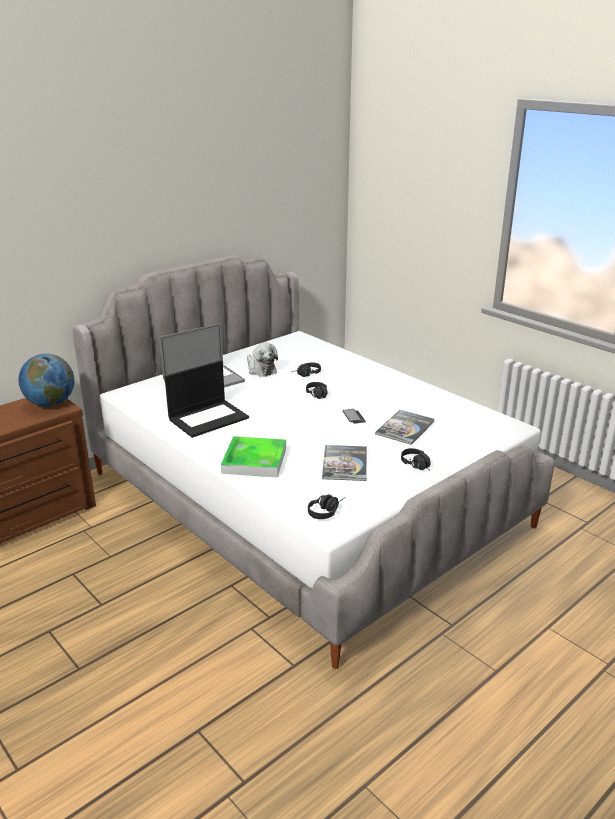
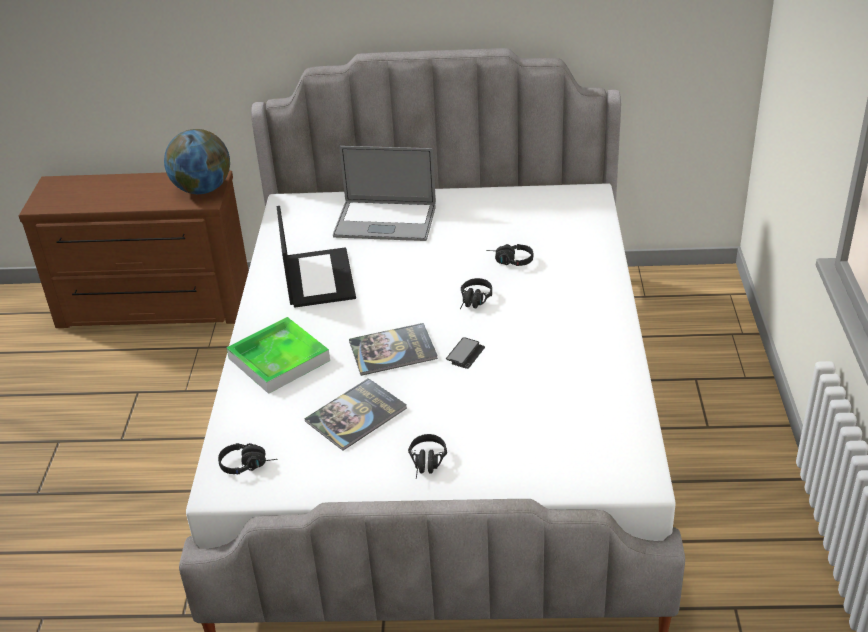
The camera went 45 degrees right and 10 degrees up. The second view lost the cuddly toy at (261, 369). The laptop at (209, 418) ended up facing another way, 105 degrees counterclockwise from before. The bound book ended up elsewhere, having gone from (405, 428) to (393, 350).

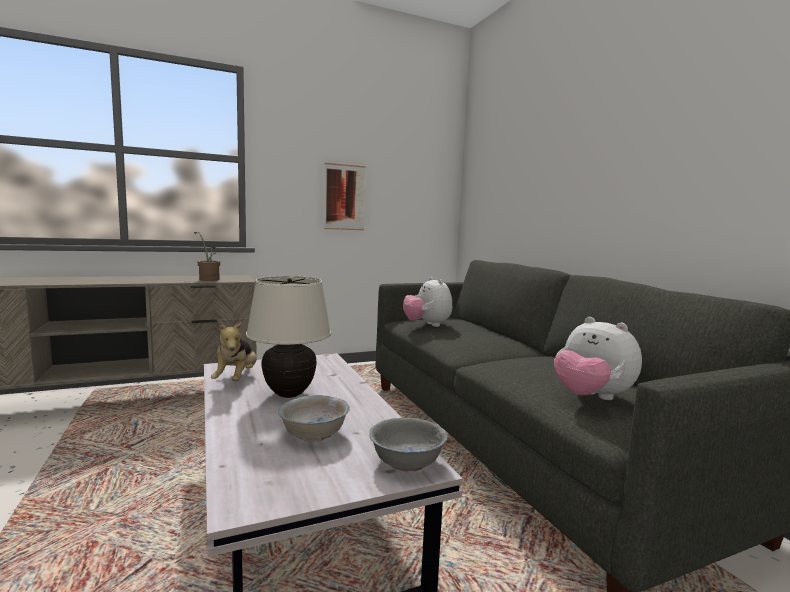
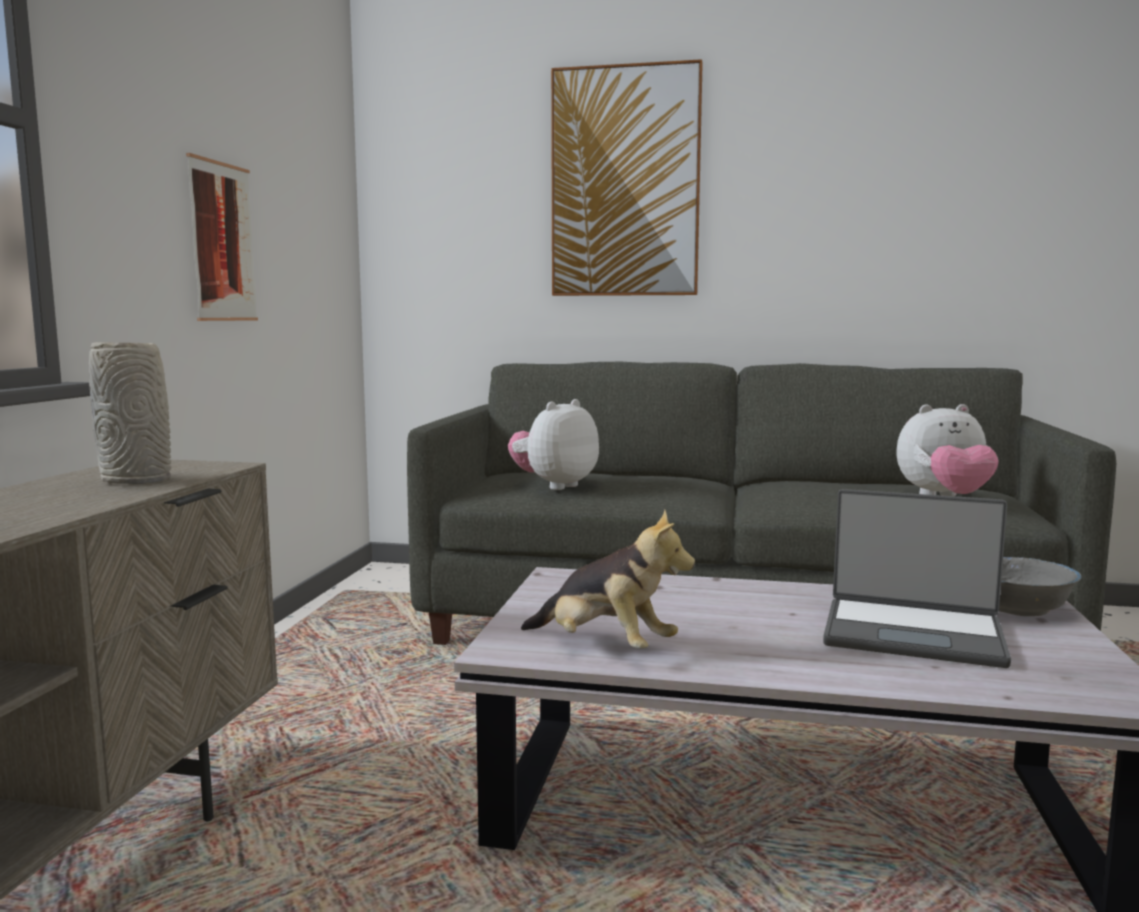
The camera went 55 degrees left and 0 degrees up. Where the potted plant stood at (208, 279), the flower vase (grey) came to stand at (138, 480). The second view lost the tabletop lamp (beige) at (289, 394). The cuddly toy at (427, 325) ended up facing another way, 120 degrees clockwise from before. Where the serving bowl (whitish) stood at (314, 434), the laptop came to stand at (913, 634). The second view gained the wall art at (625, 183).

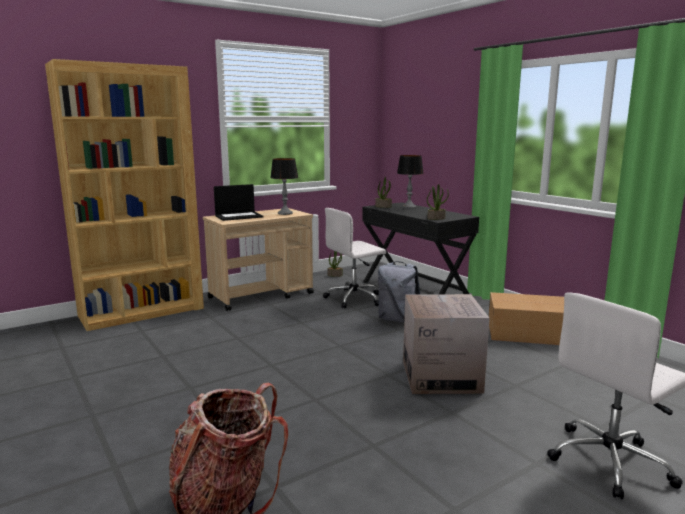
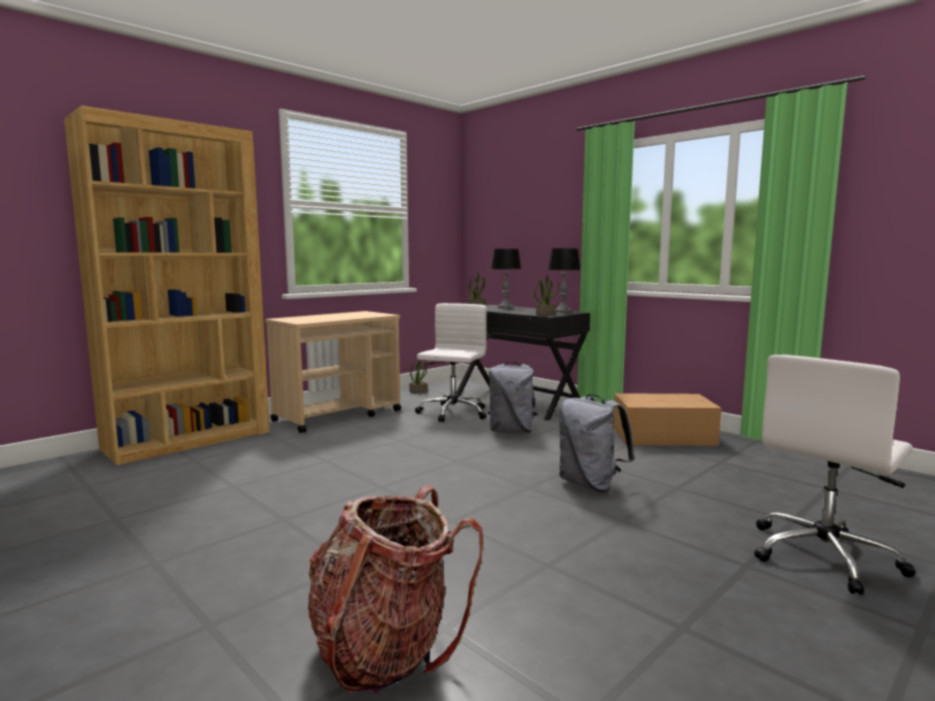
The camera went 10 degrees left and 5 degrees down. The tabletop lamp ended up elsewhere, having gone from (285, 213) to (563, 311). The second view lost the laptop at (239, 216). The office chair (whitish) at (355, 299) ended up facing another way, 150 degrees clockwise from before. Where the cardboard box stood at (441, 376), the backpack (grey) came to stand at (590, 485).

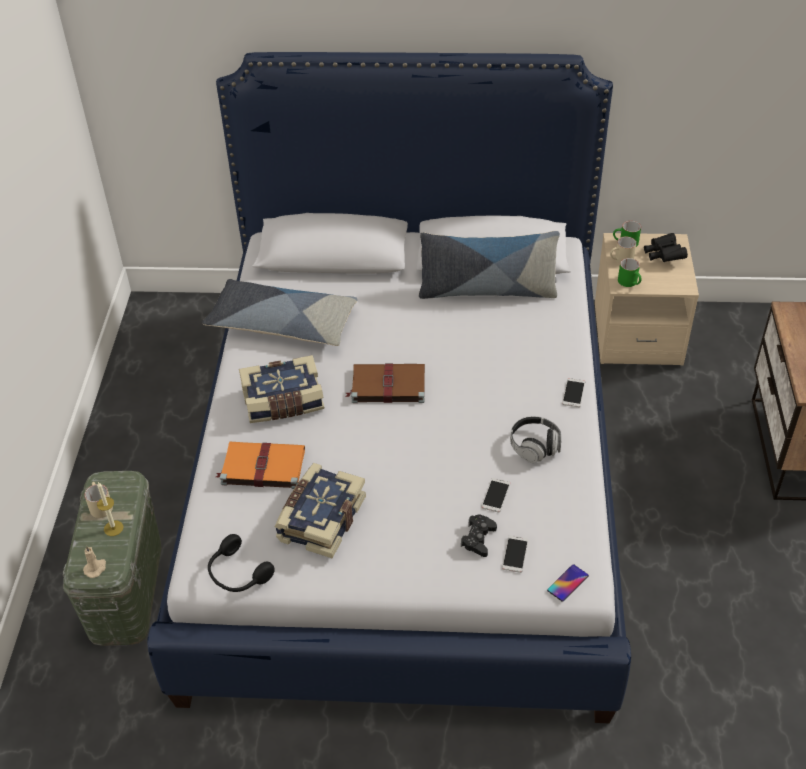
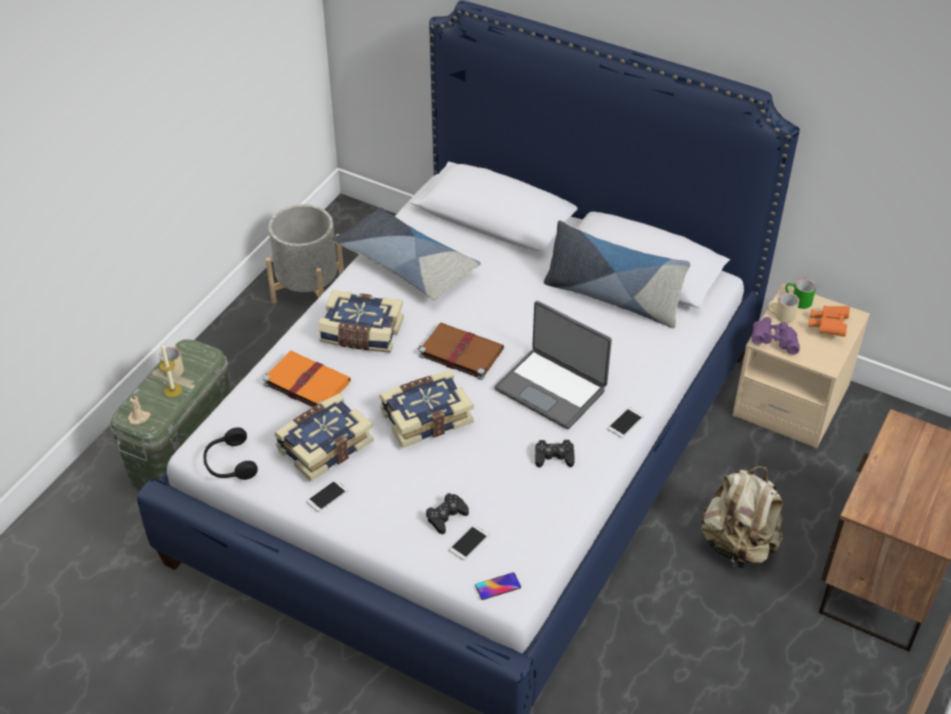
The camera went 25 degrees right and 0 degrees up. What was the binoculars (black) at (663, 255) turned into the binoculars (orange) at (828, 326). Where the mug (green-coloured) stood at (630, 283), the binoculars (purple) came to stand at (774, 341). Where the headphones stood at (534, 446), the gamepad (black) came to stand at (554, 457). The handset ended up elsewhere, having gone from (495, 495) to (327, 496). The second view gained the planter (grey) at (308, 290). The second view gained the laptop at (551, 388). The second view gained the bound book at (425, 416). The second view gained the backpack (beige) at (738, 544).

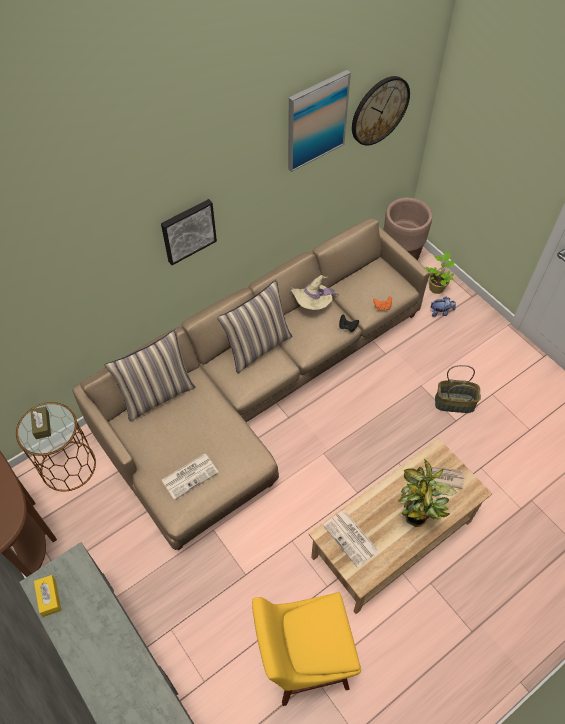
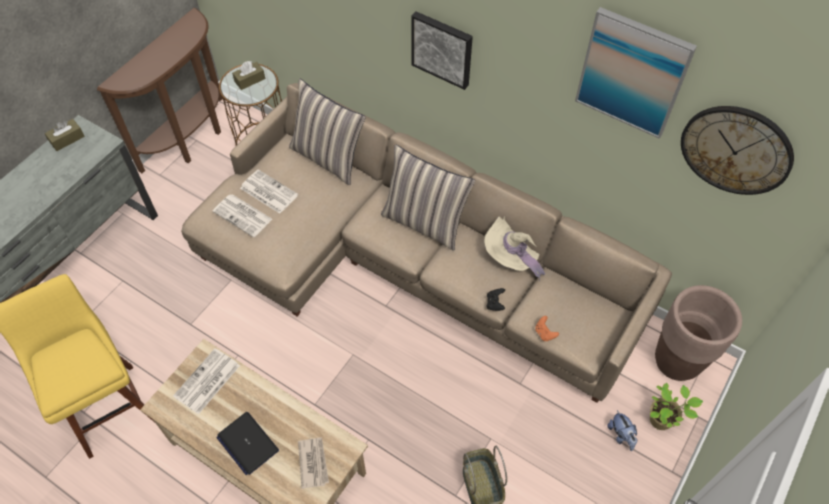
The camera went 70 degrees right and 0 degrees up. Where the potted plant stood at (415, 519), the laptop came to stand at (247, 443). What was the tissue box (yellow-coloured) at (49, 597) turned into the tissue box (brown-coloured) at (67, 139). The second view gained the daily paper at (268, 192).

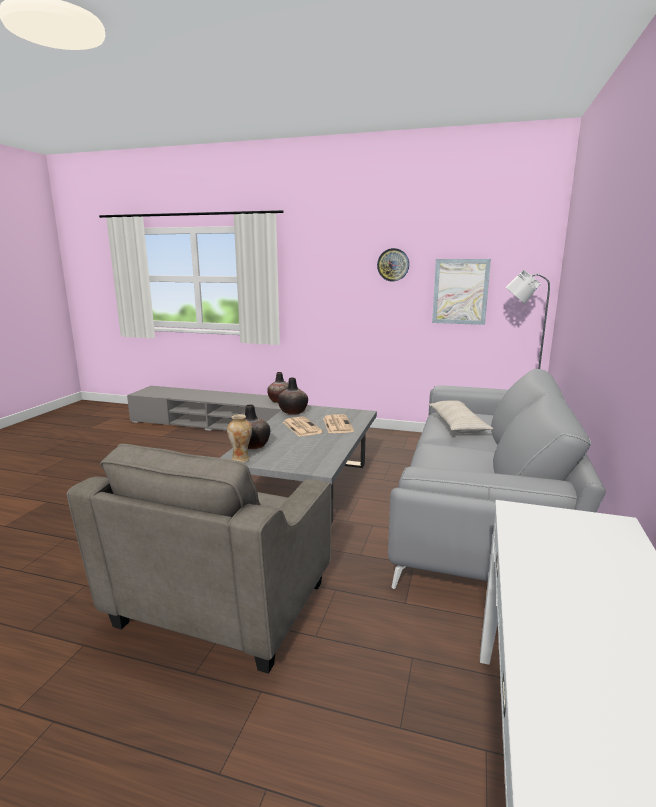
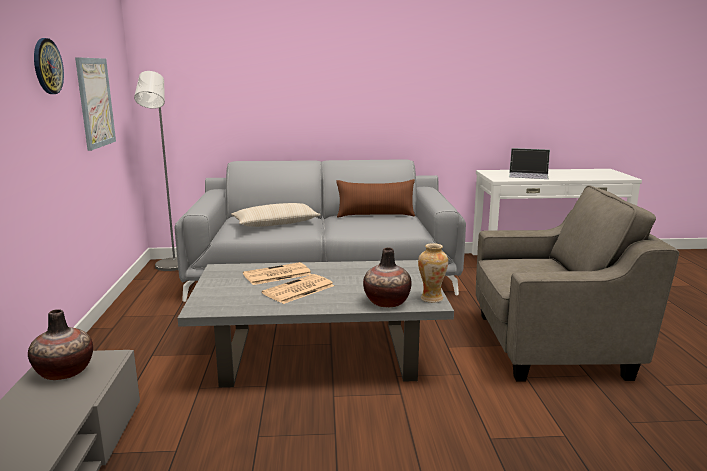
The camera went 110 degrees left and 0 degrees up. The second view lost the flower vase at (293, 412). The second view gained the laptop at (528, 175). The second view gained the throw pillow (brown-coloured) at (375, 215).

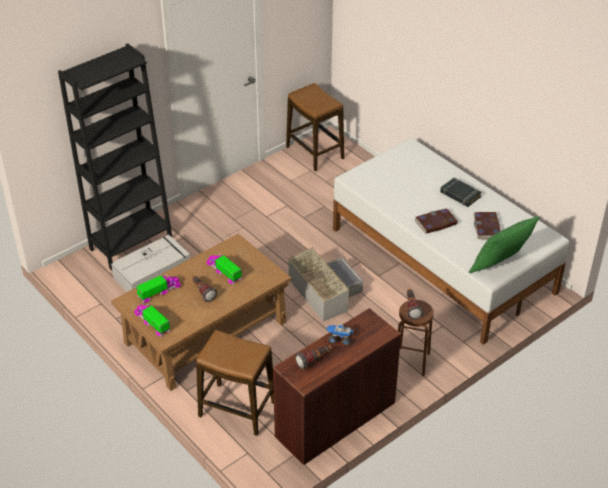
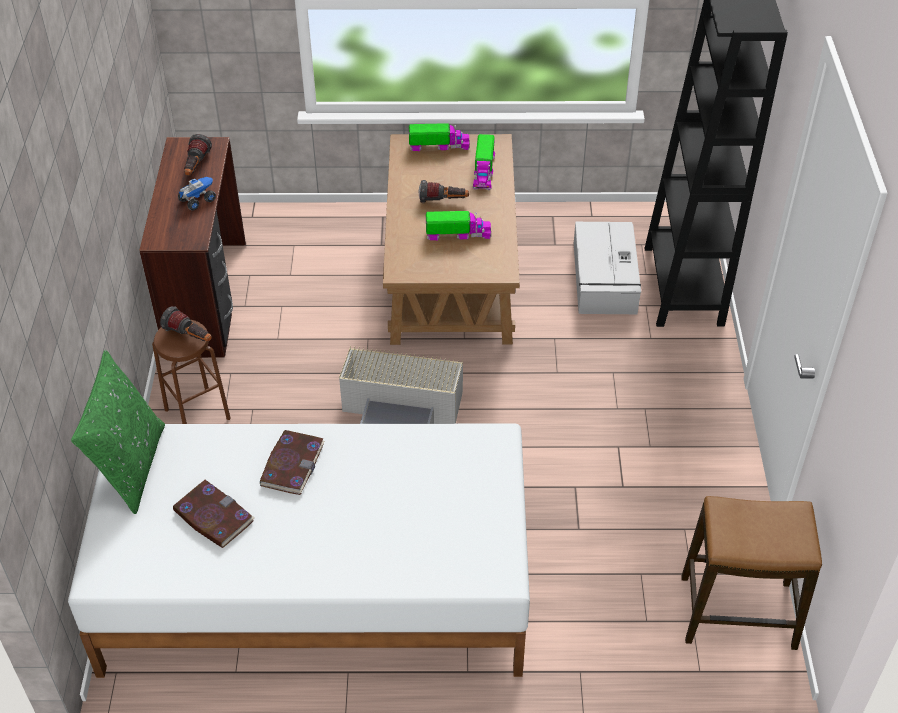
The camera went 130 degrees right and 5 degrees up. The second view lost the bound book (black) at (460, 195). The second view lost the stool seat at (237, 409).

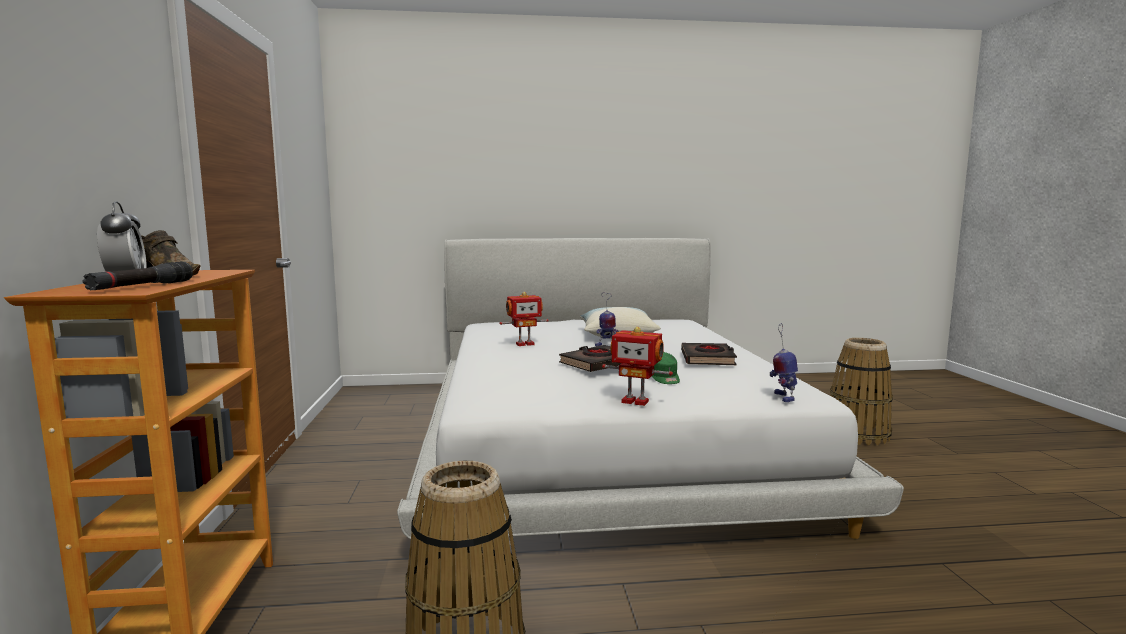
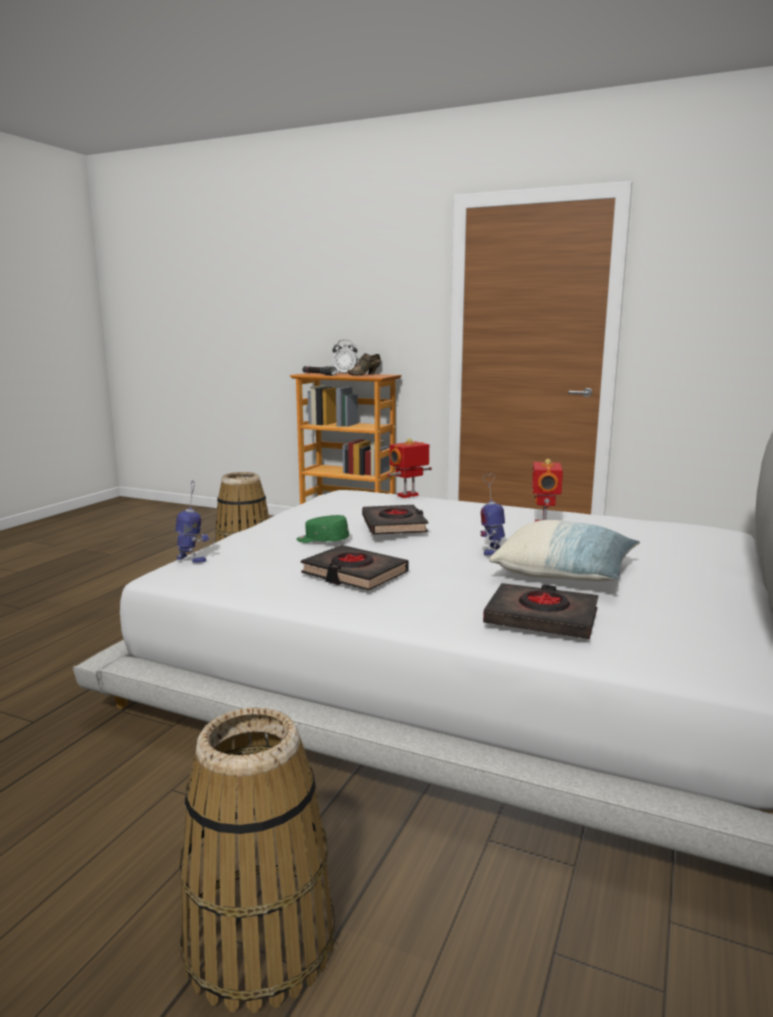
The camera went 120 degrees right and 5 degrees up. The model robot ended up elsewhere, having gone from (635, 401) to (408, 496). The second view gained the bound book (black) at (541, 618).

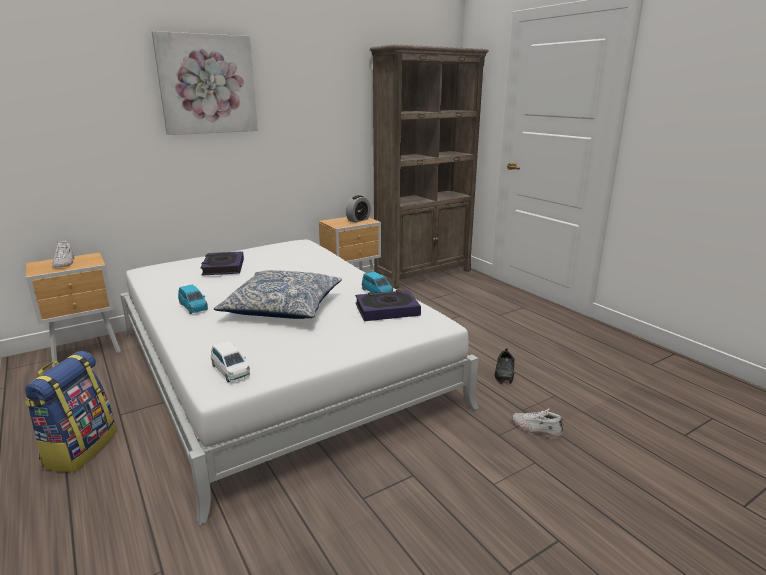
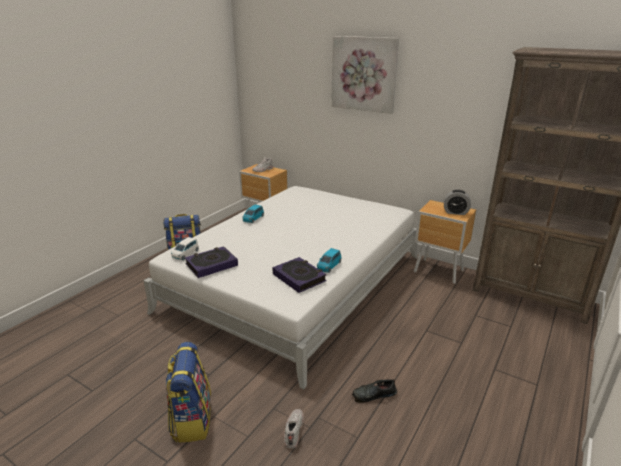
The camera went 65 degrees right and 5 degrees up. The bound book ended up elsewhere, having gone from (223, 267) to (211, 265). The second view lost the throw pillow at (283, 307). The second view gained the backpack at (191, 419).

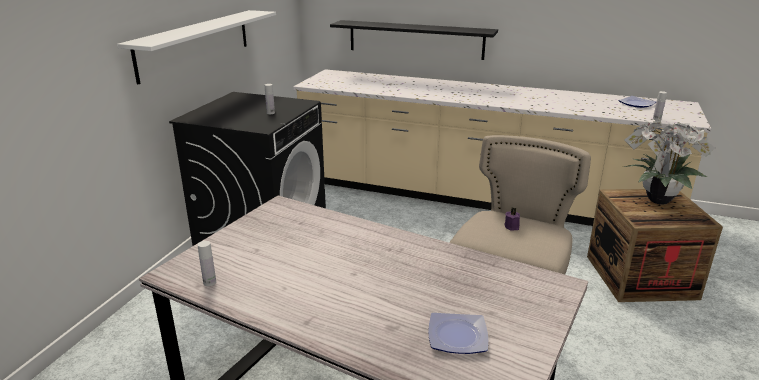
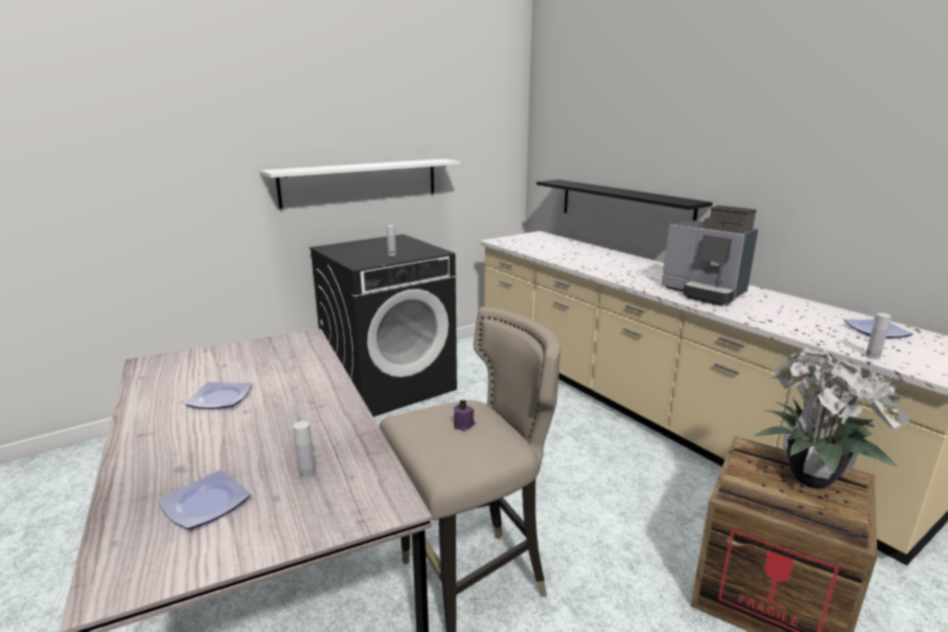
The camera went 35 degrees right and 5 degrees down. The drink bottle (whitish) ended up elsewhere, having gone from (209, 282) to (307, 474). The second view gained the coffee machine at (704, 293). The second view gained the flat dish at (220, 398).

